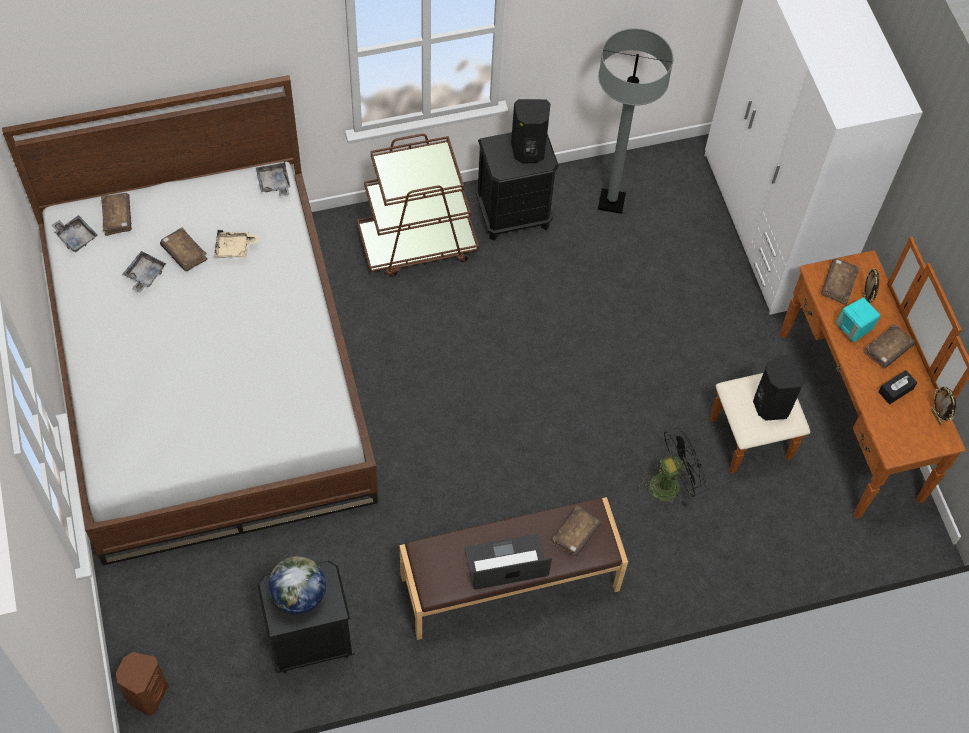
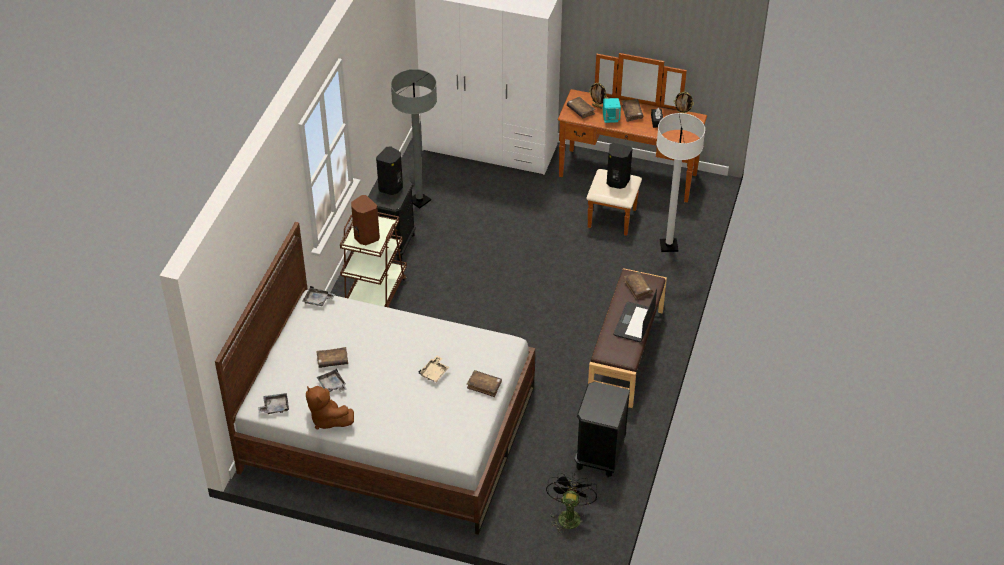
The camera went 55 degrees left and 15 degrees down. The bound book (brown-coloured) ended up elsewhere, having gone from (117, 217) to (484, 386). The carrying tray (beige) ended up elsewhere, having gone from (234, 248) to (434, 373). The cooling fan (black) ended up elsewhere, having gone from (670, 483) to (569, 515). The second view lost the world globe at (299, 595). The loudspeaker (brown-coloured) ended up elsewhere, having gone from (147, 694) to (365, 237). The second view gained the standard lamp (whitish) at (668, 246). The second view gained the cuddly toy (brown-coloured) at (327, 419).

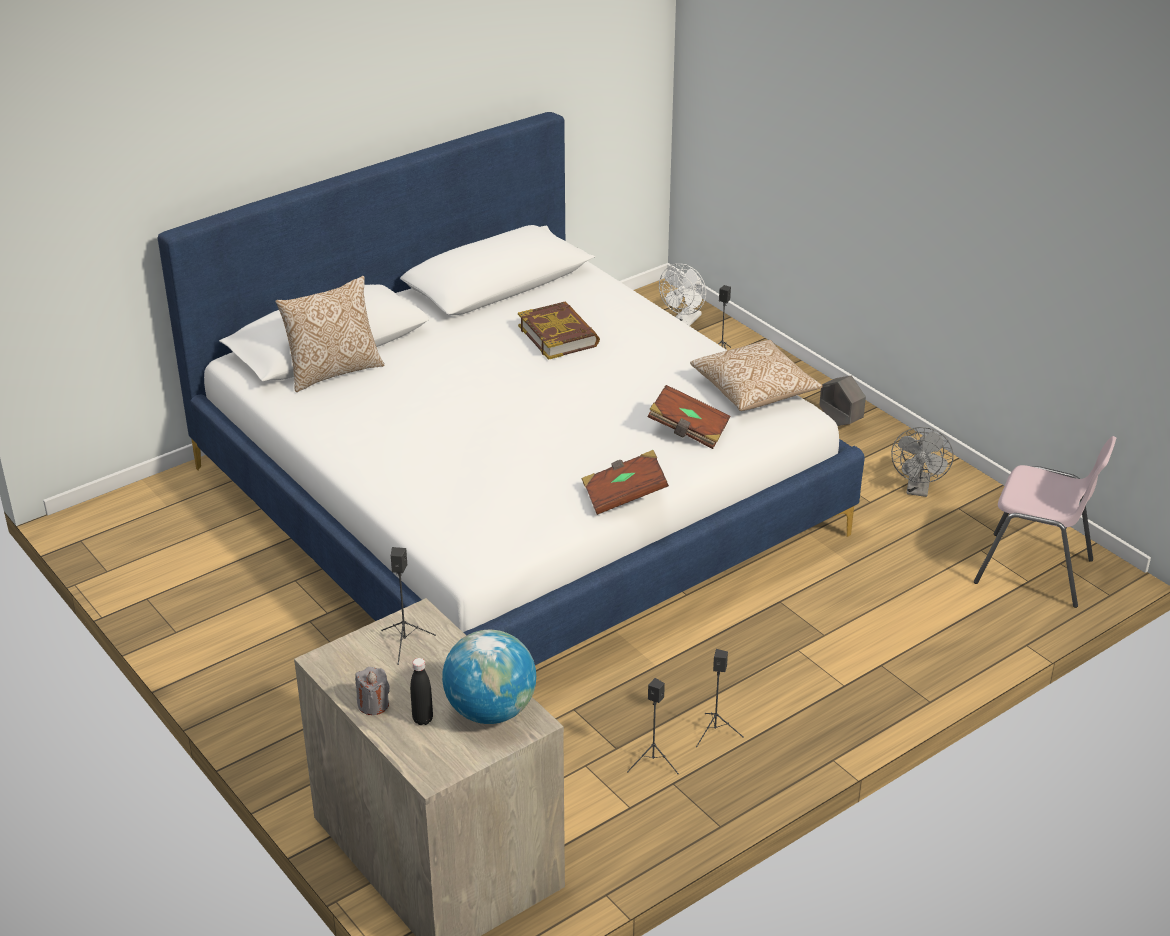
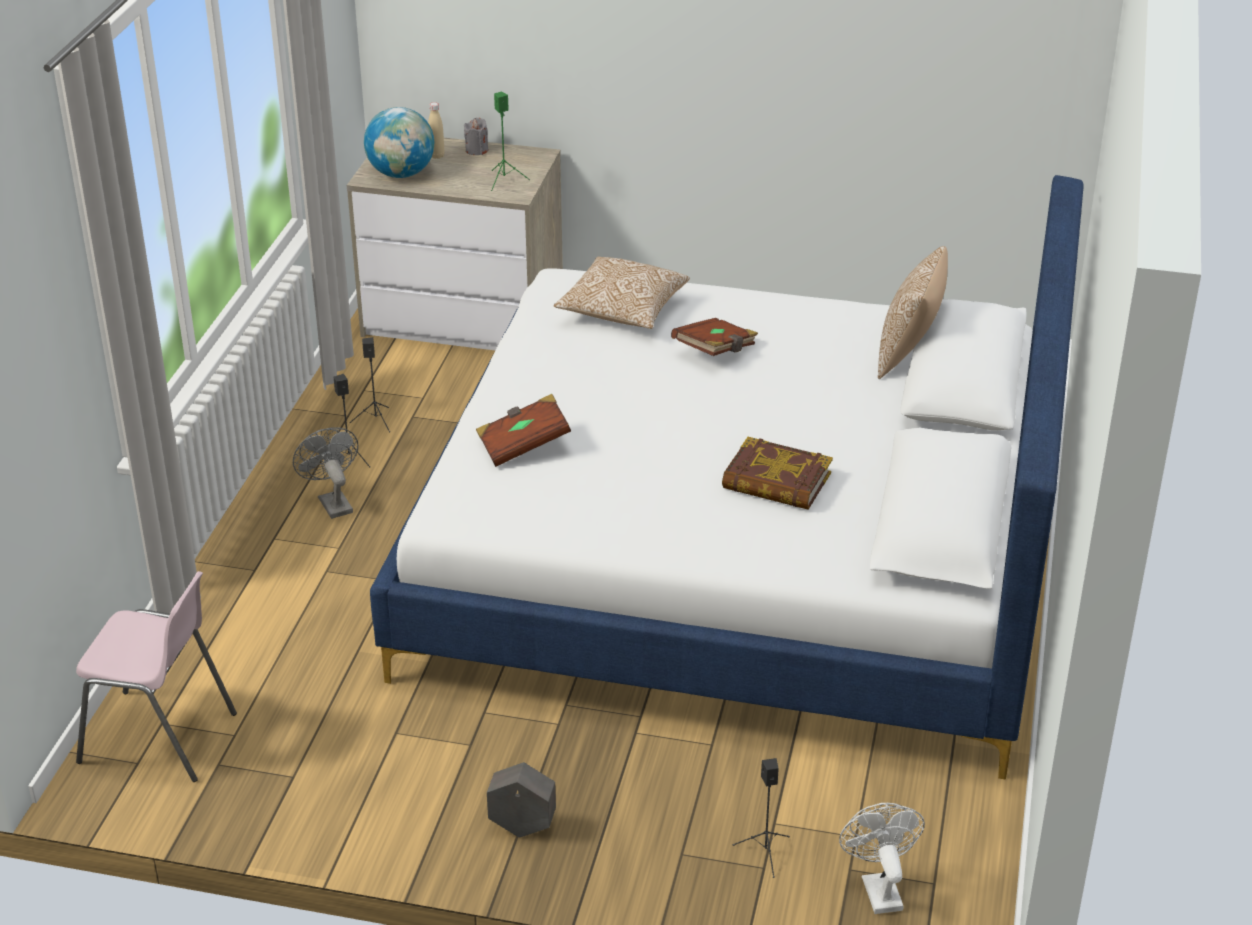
The camera went 140 degrees right and 0 degrees up. The throw pillow ended up elsewhere, having gone from (754, 391) to (622, 311). The cooling fan (grey) ended up elsewhere, having gone from (918, 489) to (332, 502). The chair (pink-coloured) at (1035, 572) ended up facing another way, 150 degrees counterclockwise from before. The bound book (brown-coloured) ended up elsewhere, having gone from (624, 496) to (715, 351). What was the loudspeaker (black) at (404, 643) turned into the loudspeaker (green-coloured) at (505, 180). What was the drink bottle (black) at (422, 719) turned into the drink bottle (beige) at (437, 156).

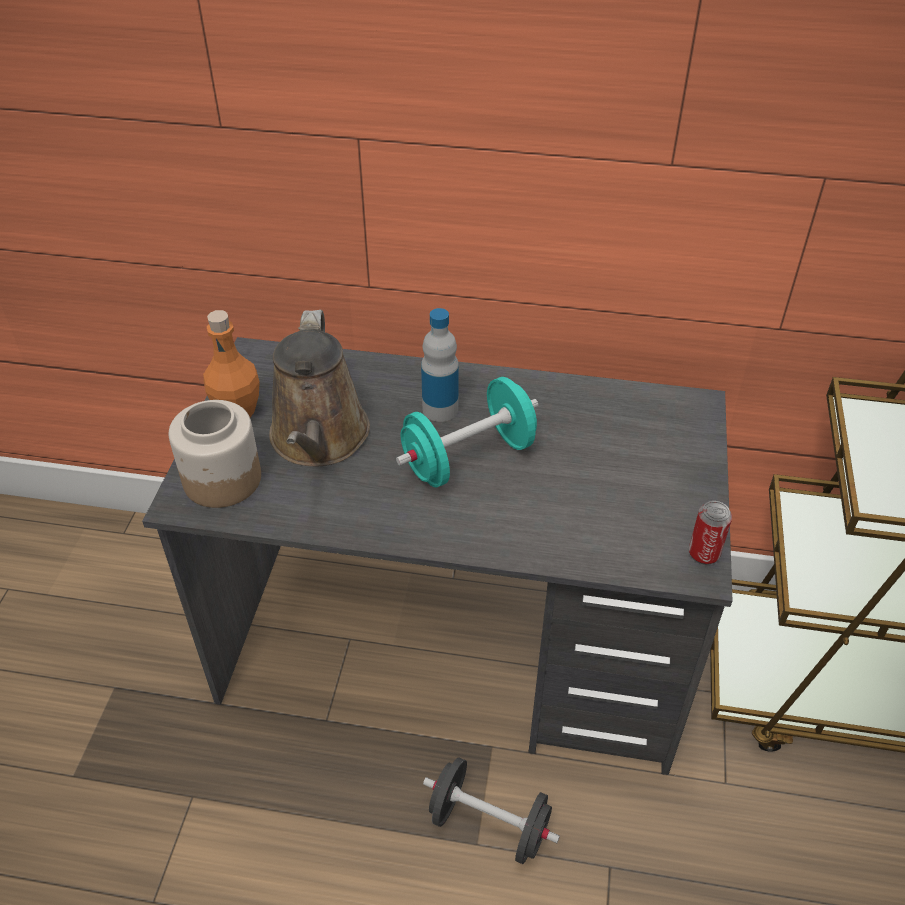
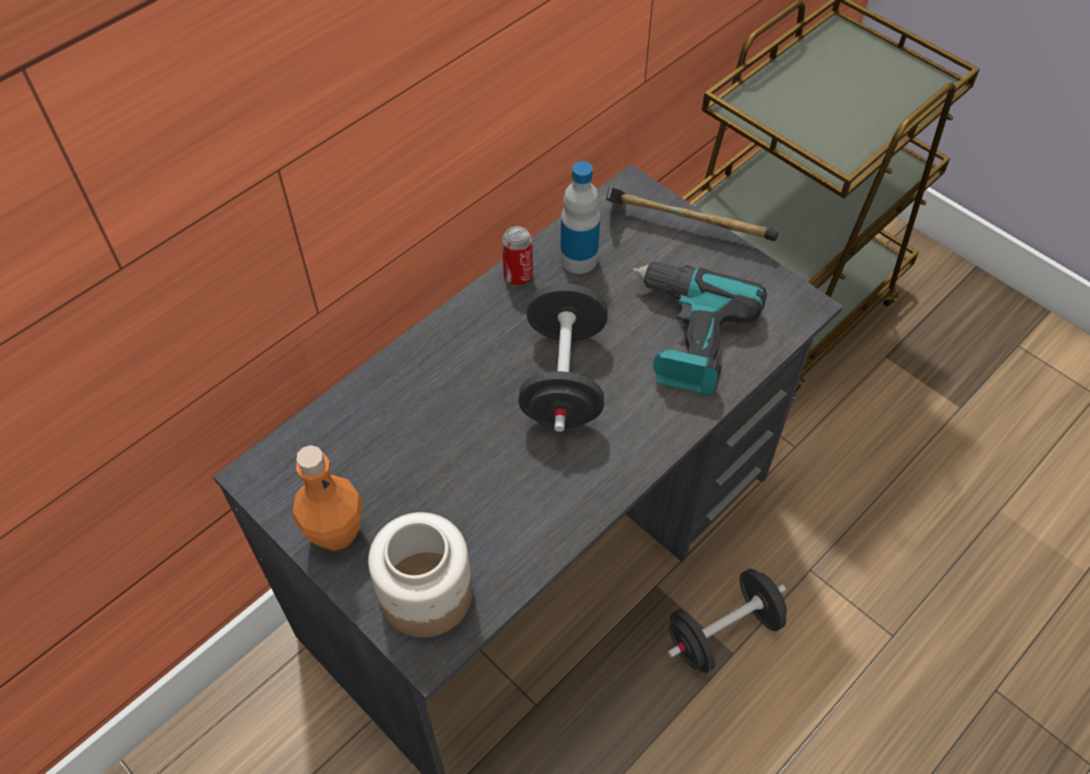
The camera went 55 degrees left and 10 degrees up. The drink bottle ended up elsewhere, having gone from (440, 409) to (578, 259). The second view lost the watering pot (brown-coloured) at (319, 439). What was the hand weight (blue-green) at (468, 458) turned into the hand weight (black) at (563, 379). The metal can ended up elsewhere, having gone from (703, 554) to (518, 276). The second view gained the hammer at (683, 227). The second view gained the drill at (686, 336).

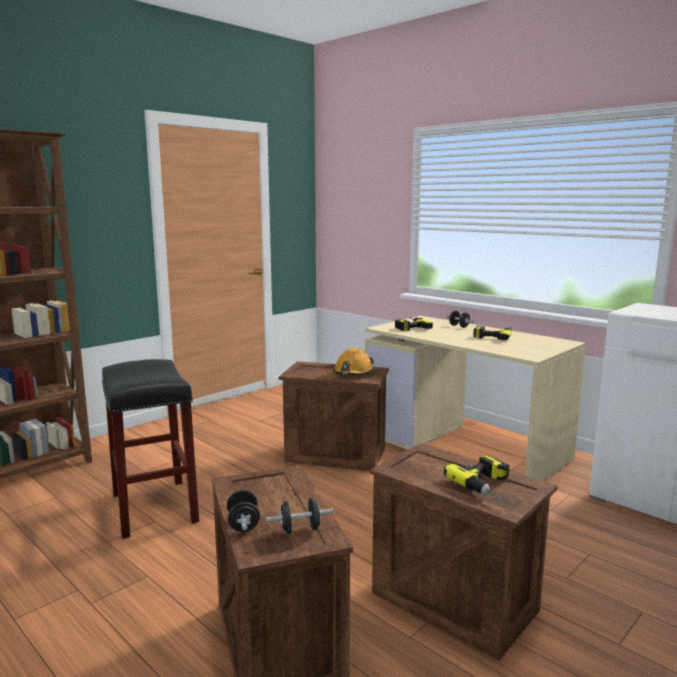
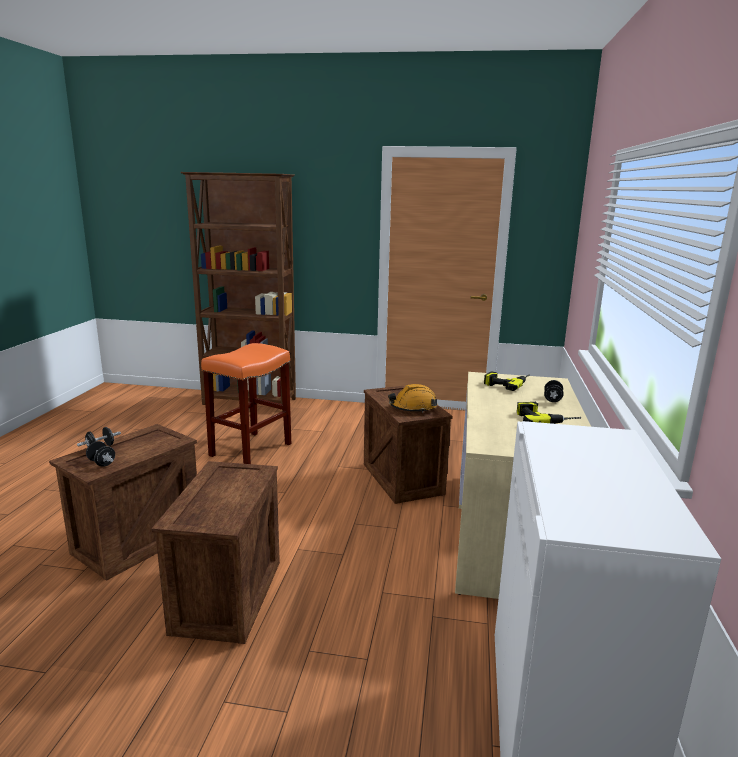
The camera went 55 degrees right and 5 degrees up. What was the stool seat (black) at (155, 508) turned into the stool seat (orange) at (250, 450). The second view lost the drill at (490, 486).

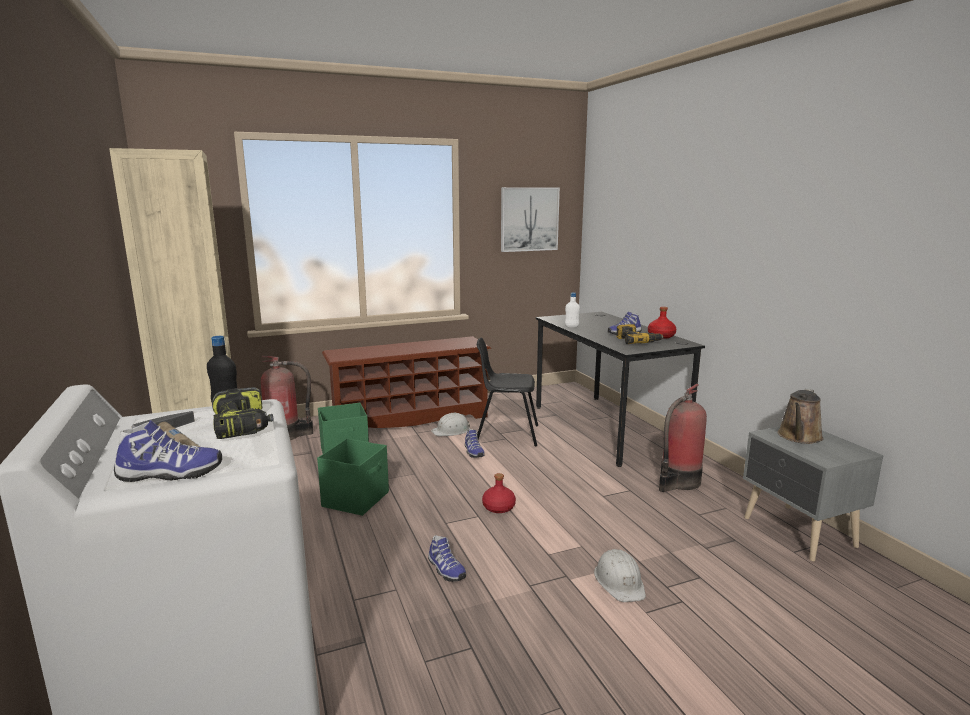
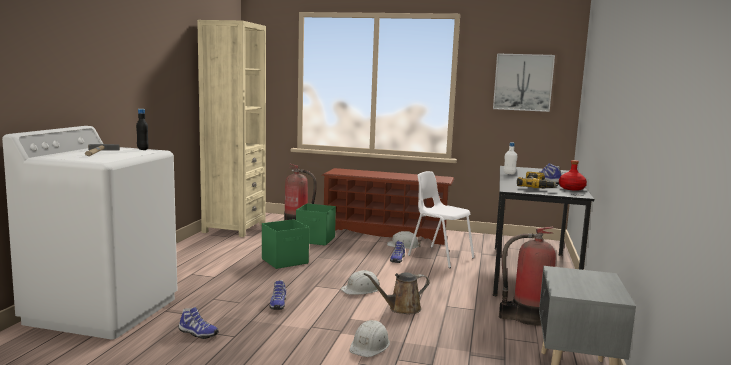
The camera went 35 degrees right and 5 degrees down. What was the chair (black) at (506, 434) turned into the chair (whitish) at (440, 256). The second view lost the drill at (243, 426). The watering pot (brown-coloured) ended up elsewhere, having gone from (799, 437) to (401, 308). The item of footwear ended up elsewhere, having gone from (170, 474) to (197, 333). Where the drink bottle (reddish) stood at (499, 507), the work helmet (whitish) came to stand at (361, 289).

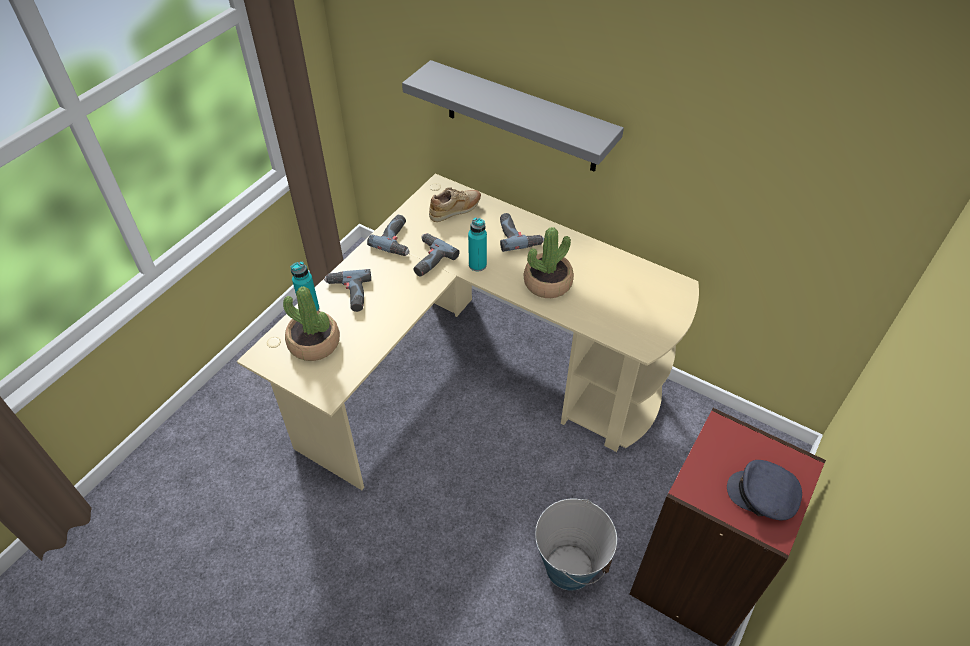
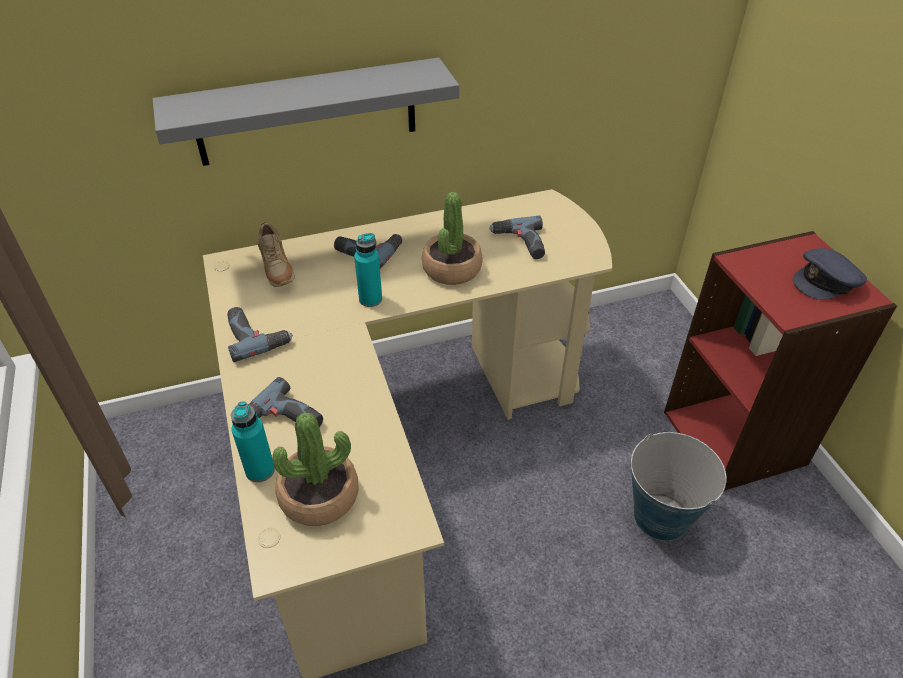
The camera went 50 degrees left and 5 degrees down. The item of footwear (beige) at (456, 211) ended up facing another way, 150 degrees clockwise from before. The drill ended up elsewhere, having gone from (427, 259) to (520, 243).

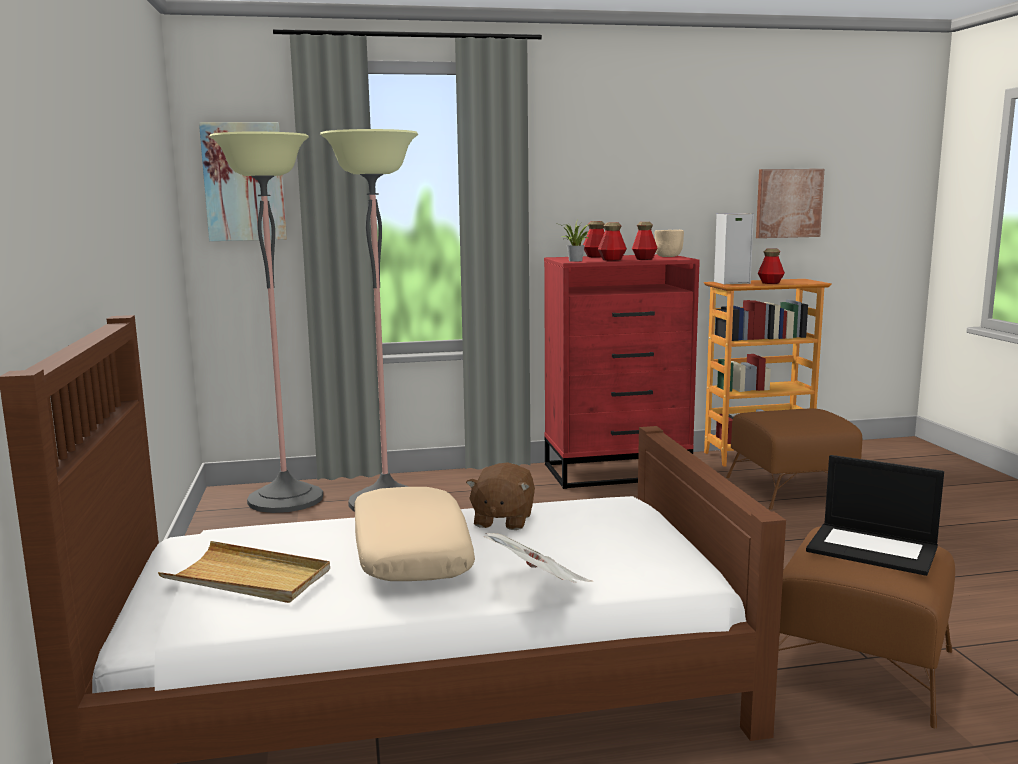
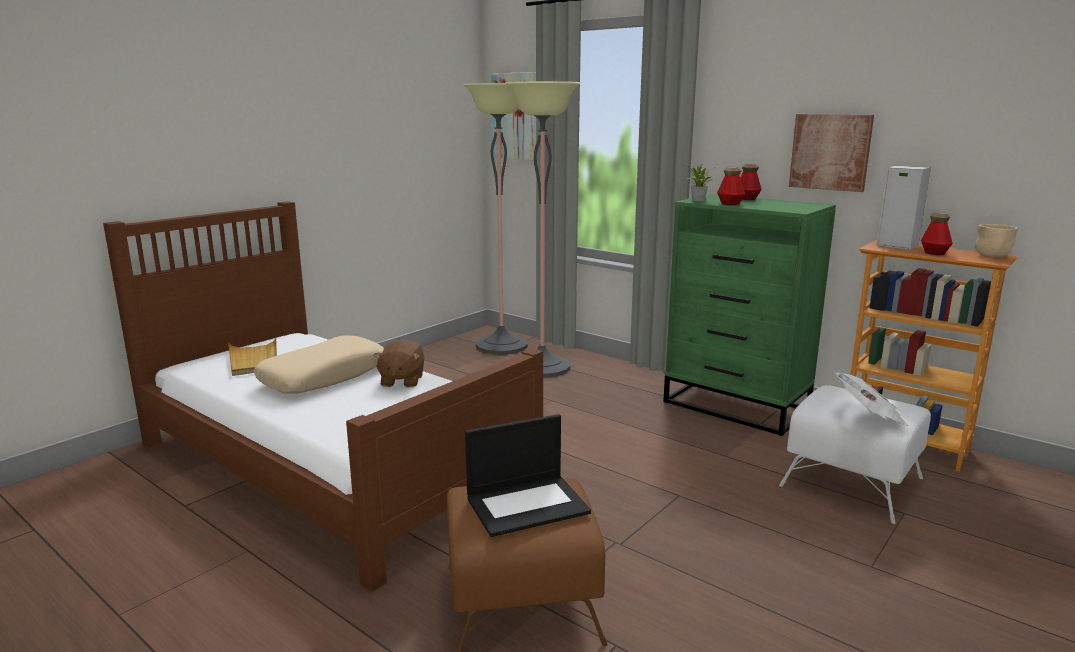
The camera went 50 degrees right and 5 degrees up. The wall art ended up elsewhere, having gone from (788, 203) to (830, 152). The second view lost the drink bottle at (644, 259). The serving bowl (beige) ended up elsewhere, having gone from (669, 256) to (992, 256). What was the dresser (reddish) at (618, 471) turned into the dresser (green-coloured) at (737, 406). What was the footrest (brown-coloured) at (792, 489) turned into the footrest (whitish) at (852, 482). The laptop at (874, 549) ended up facing another way, 105 degrees counterclockwise from before. The cuddly toy (brown-coloured) at (502, 520) ended up facing another way, 60 degrees counterclockwise from before. The daily paper ended up elsewhere, having gone from (538, 585) to (869, 416).

